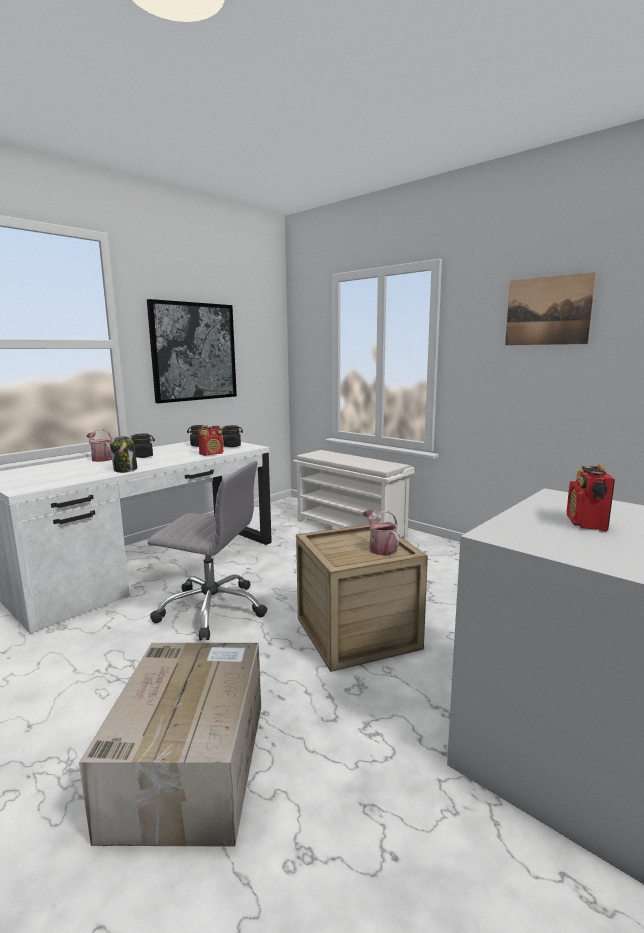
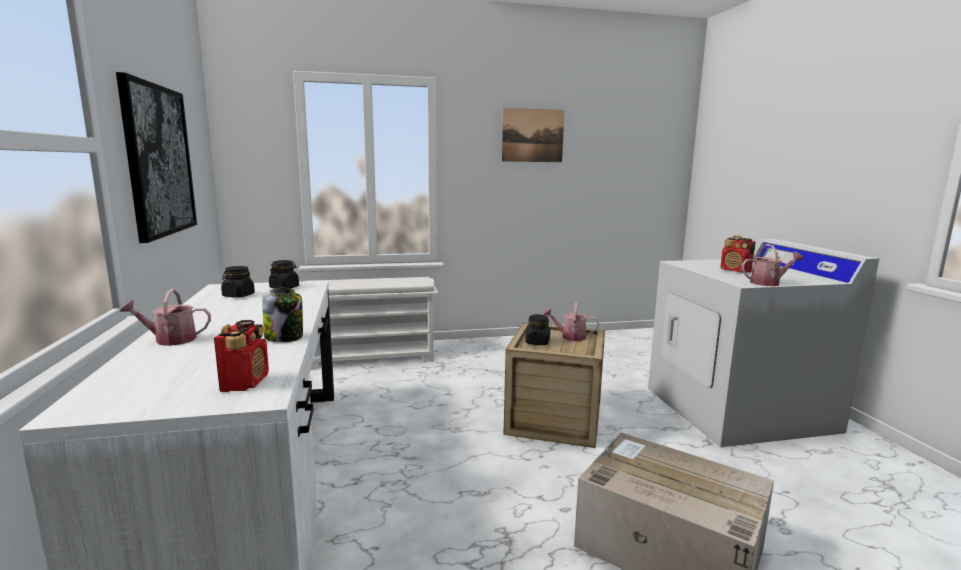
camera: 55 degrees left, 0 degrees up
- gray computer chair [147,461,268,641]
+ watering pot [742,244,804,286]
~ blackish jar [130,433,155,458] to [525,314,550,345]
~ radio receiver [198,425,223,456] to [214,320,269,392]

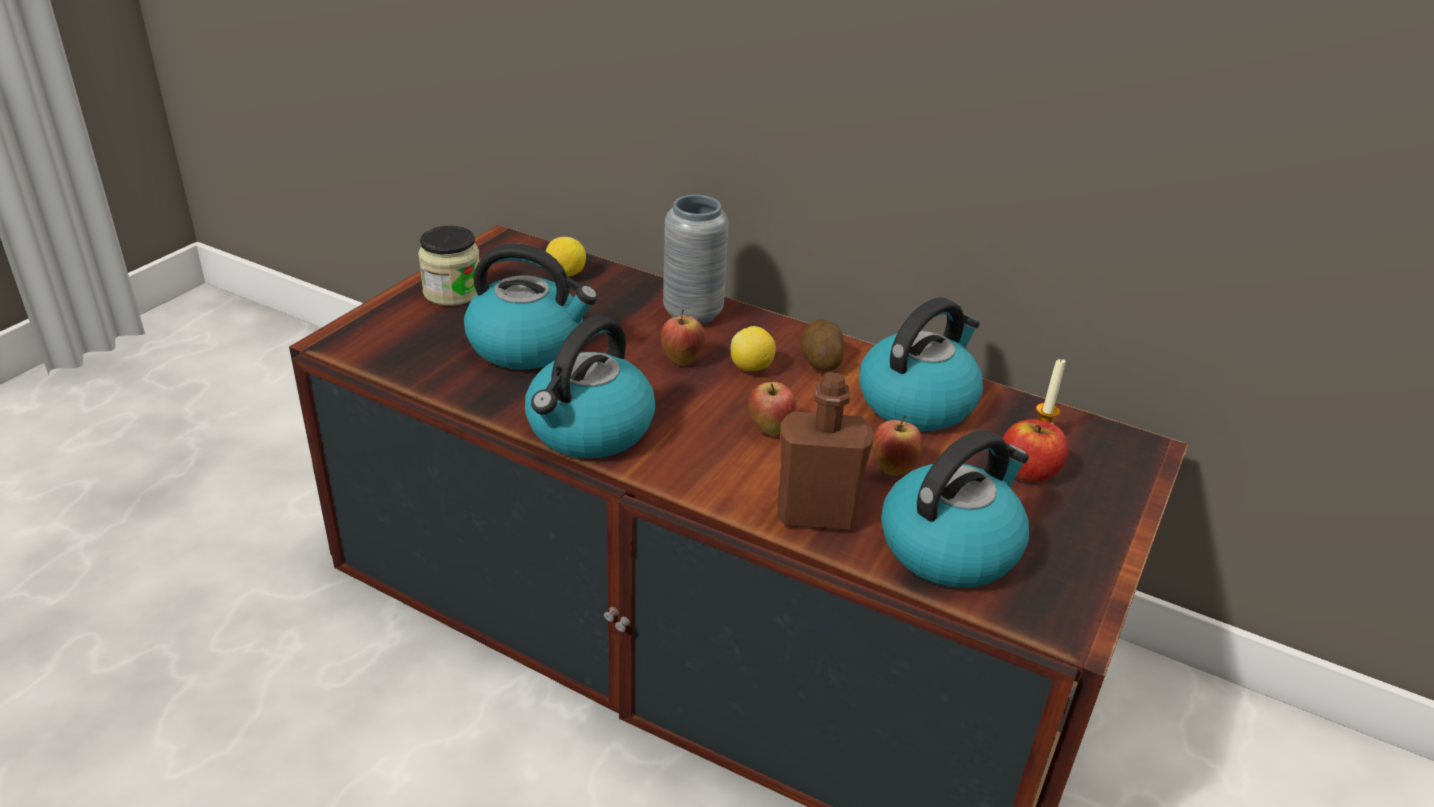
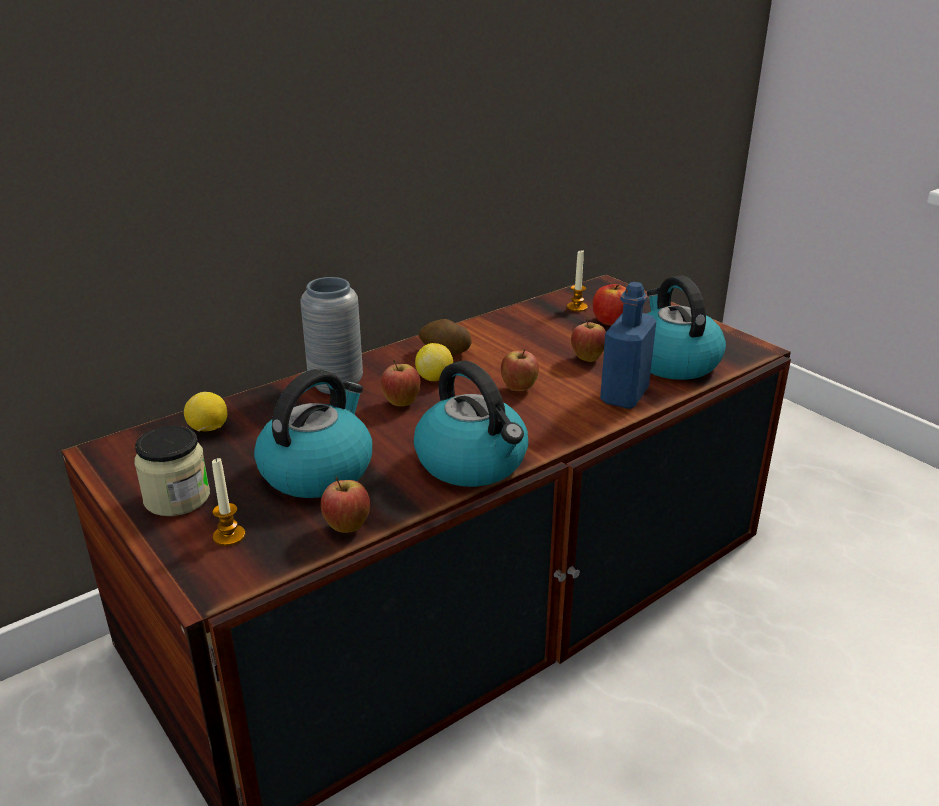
camera: 65 degrees left, 5 degrees down
- kettle [859,297,983,431]
+ wax light [212,458,245,546]
+ whole apple [321,477,370,533]
~ brown drink bottle [777,372,874,530] to blue drink bottle [600,282,656,409]

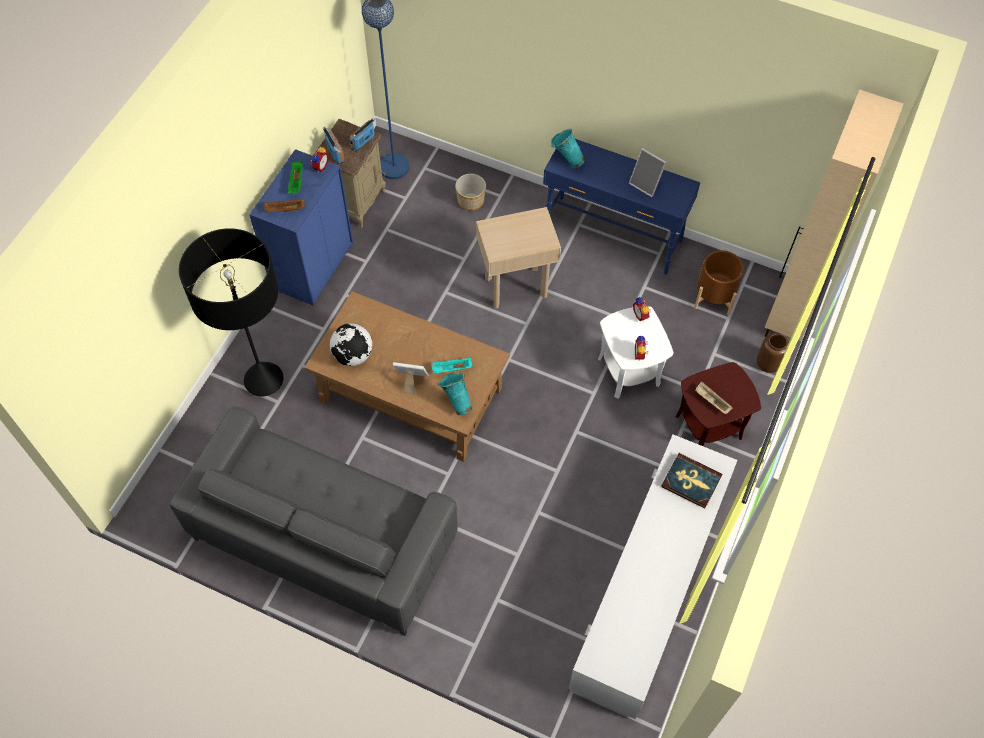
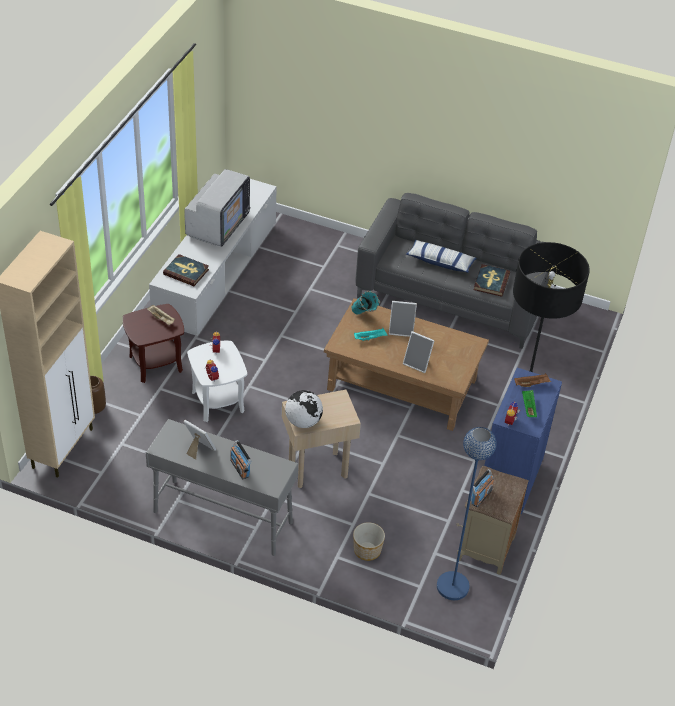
camera: 175 degrees right, 15 degrees down
- blue-green vase [551,129,585,168]
- brown flower pot [694,250,744,315]
+ TV set [184,169,251,247]
+ standing frame [403,331,435,373]
+ throw pillow [406,240,477,273]
+ book [474,264,510,297]
~ radio receiver [323,127,345,164] to [230,440,251,479]
~ globe [330,324,373,366] to [285,390,323,428]
~ blue hall table [543,139,700,275] to gray hall table [146,419,298,556]

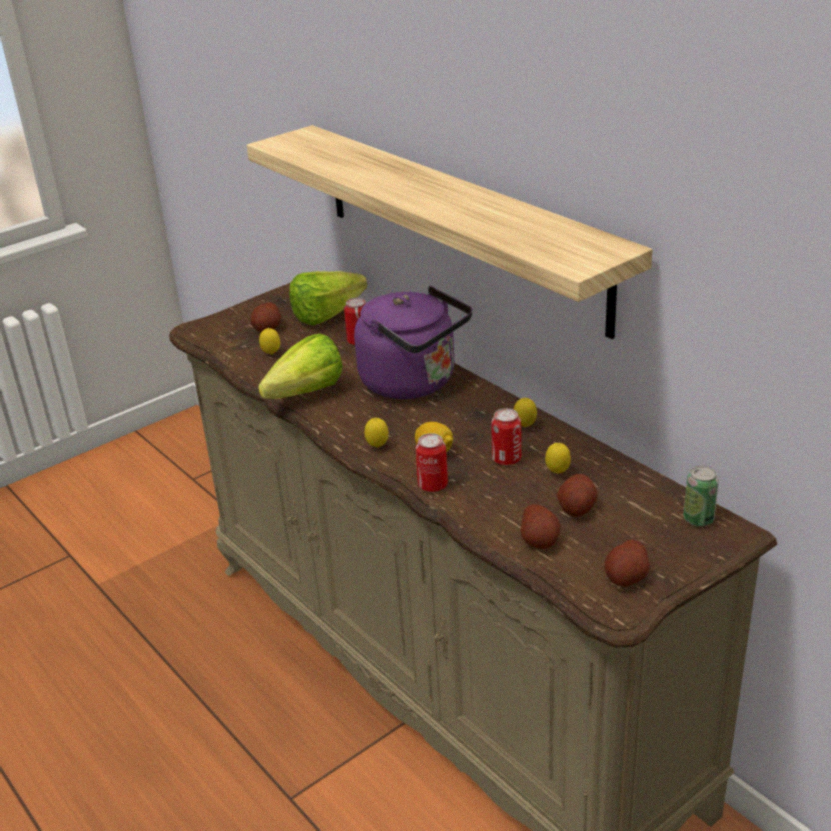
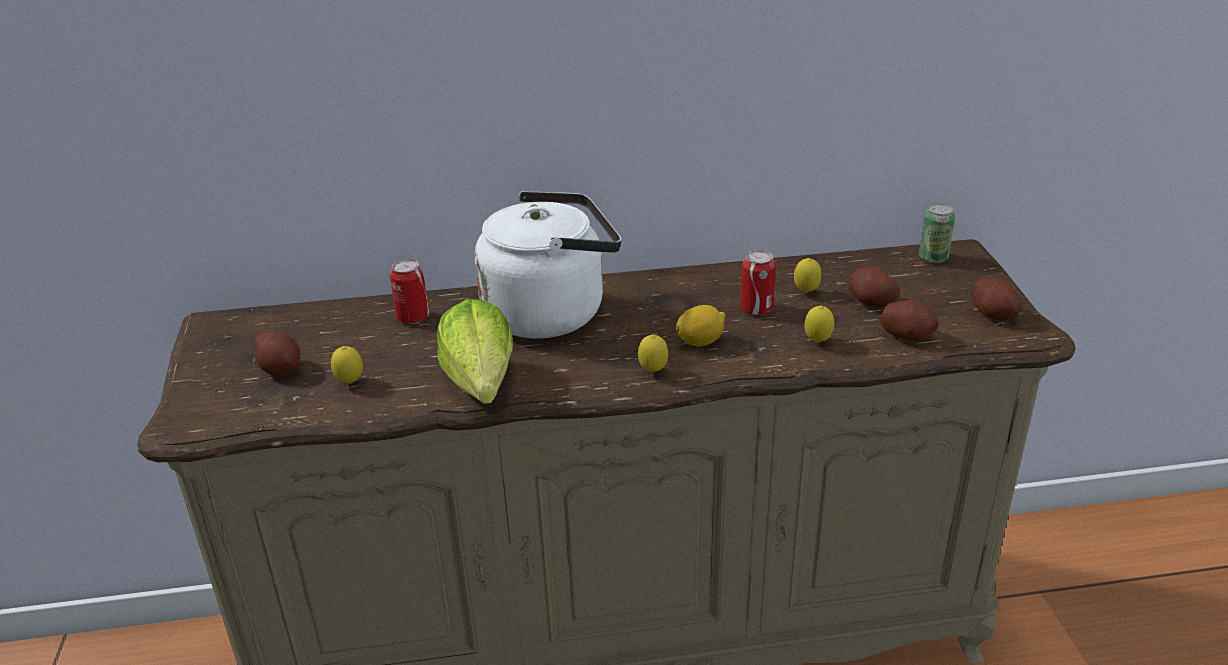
camera: 60 degrees left, 0 degrees up
- bracket shelf [247,125,652,339]
- lettuce [289,271,367,325]
- sealed can [416,433,448,492]
~ citrus fruit [513,398,537,427] to [804,306,834,343]
~ purplish kettle [354,286,472,399] to white kettle [475,191,621,338]

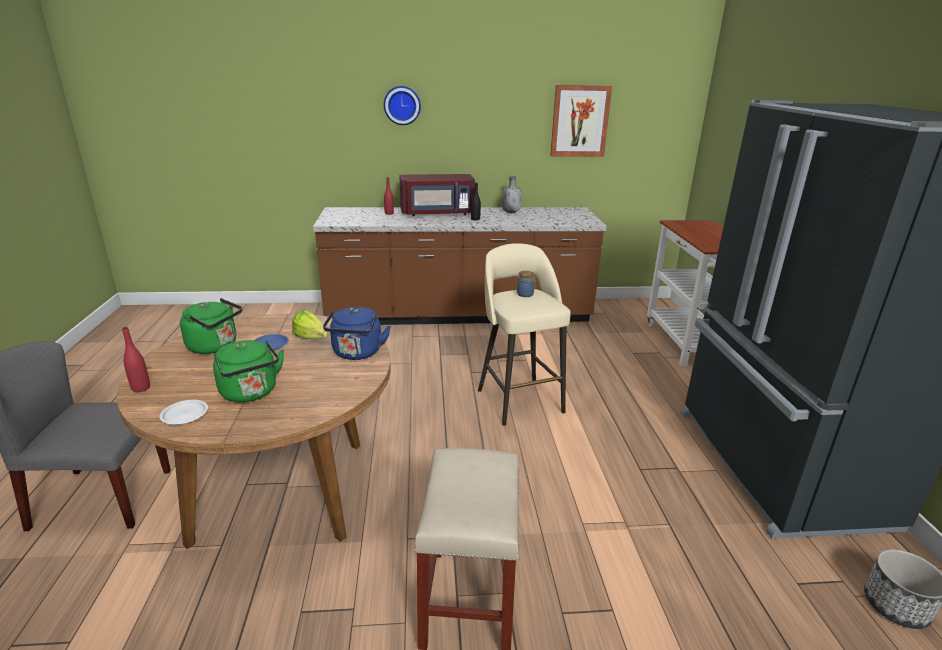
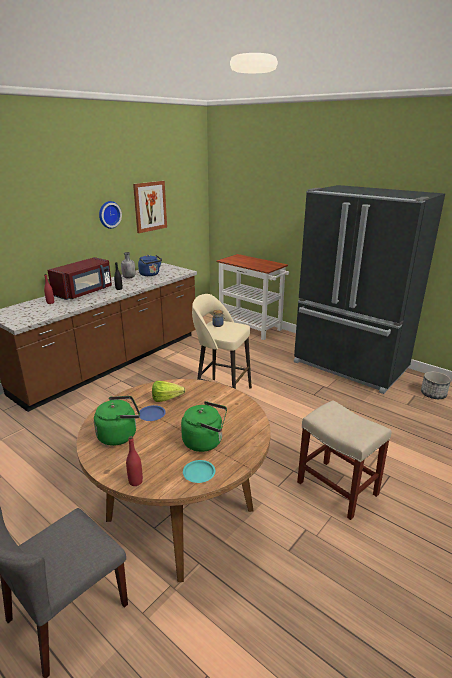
camera: 45 degrees left, 0 degrees up
~ blue kettle [323,307,391,360] to [138,255,162,276]
~ wall clock [384,86,421,125] to [99,201,122,229]
~ white flat dish [160,400,208,425] to blue-green flat dish [183,460,215,483]

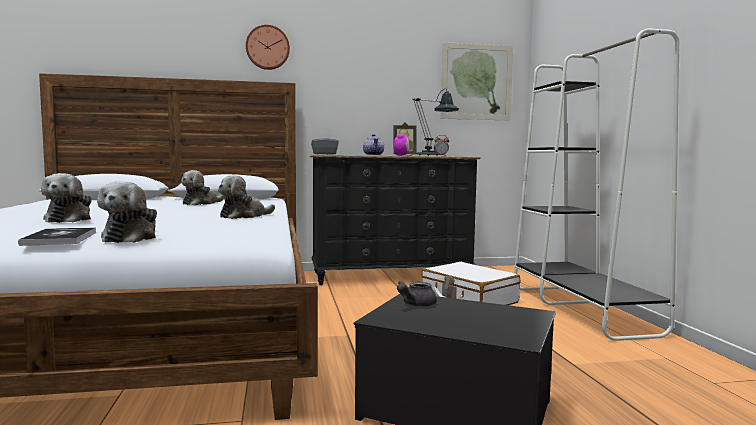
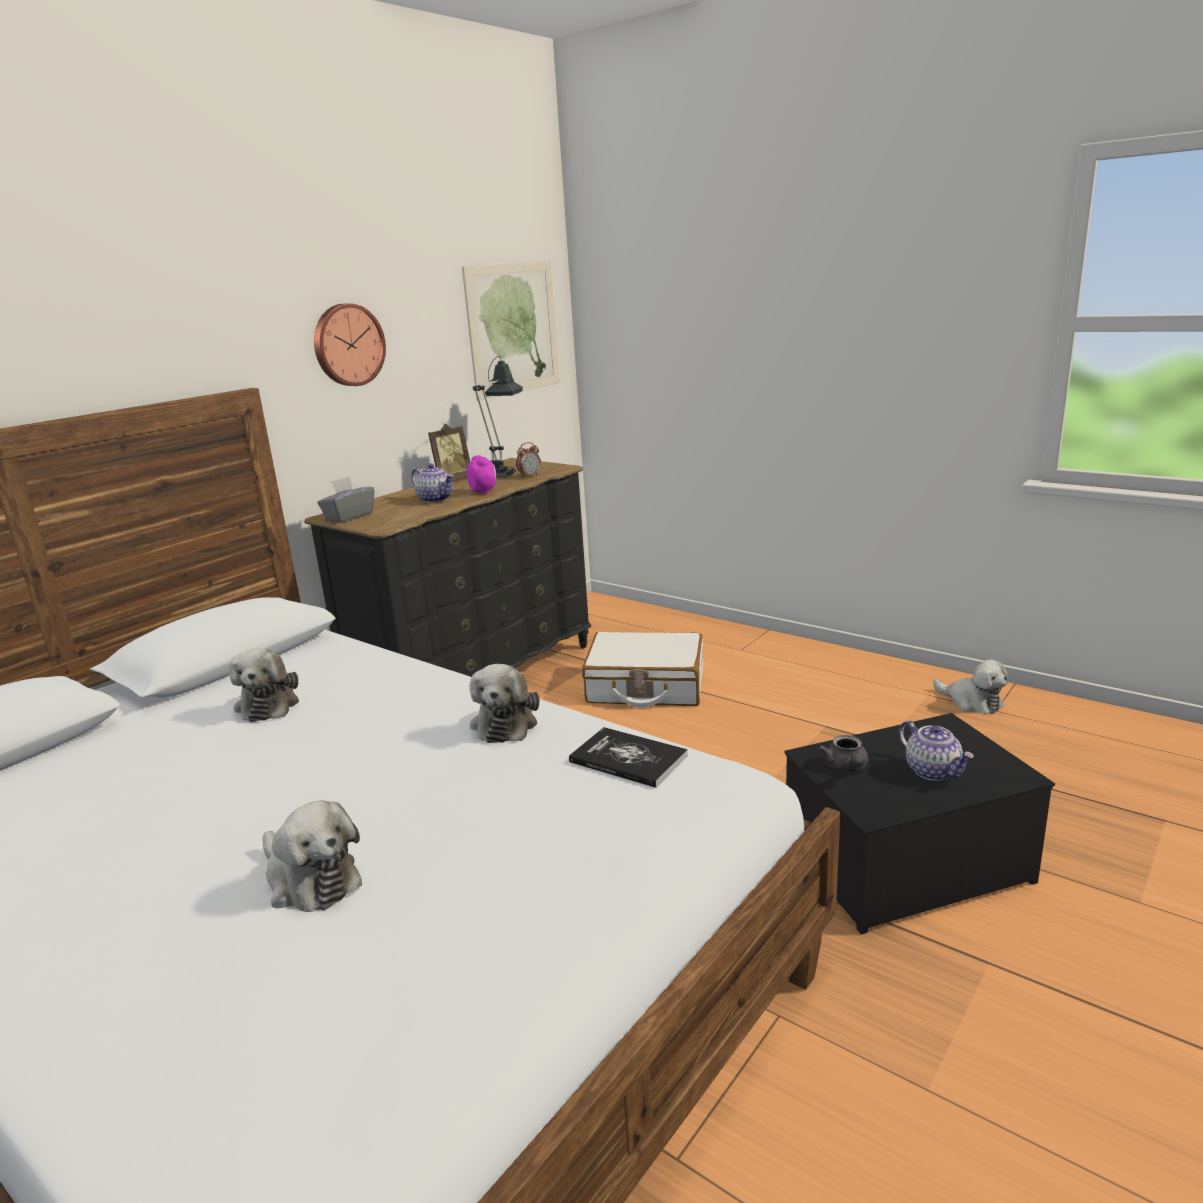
camera: 40 degrees left, 15 degrees up
- blackish garment rack [514,28,680,341]
+ tea pot [898,720,974,781]
~ book [18,227,96,246] to [569,727,688,788]
~ cuddly toy [97,181,157,243] to [933,660,1008,714]
~ wall clock [246,25,290,70] to [314,303,386,386]

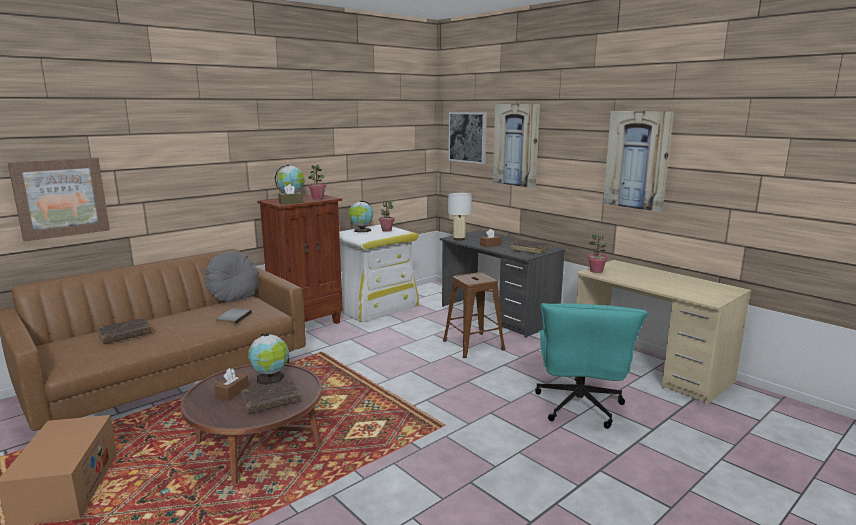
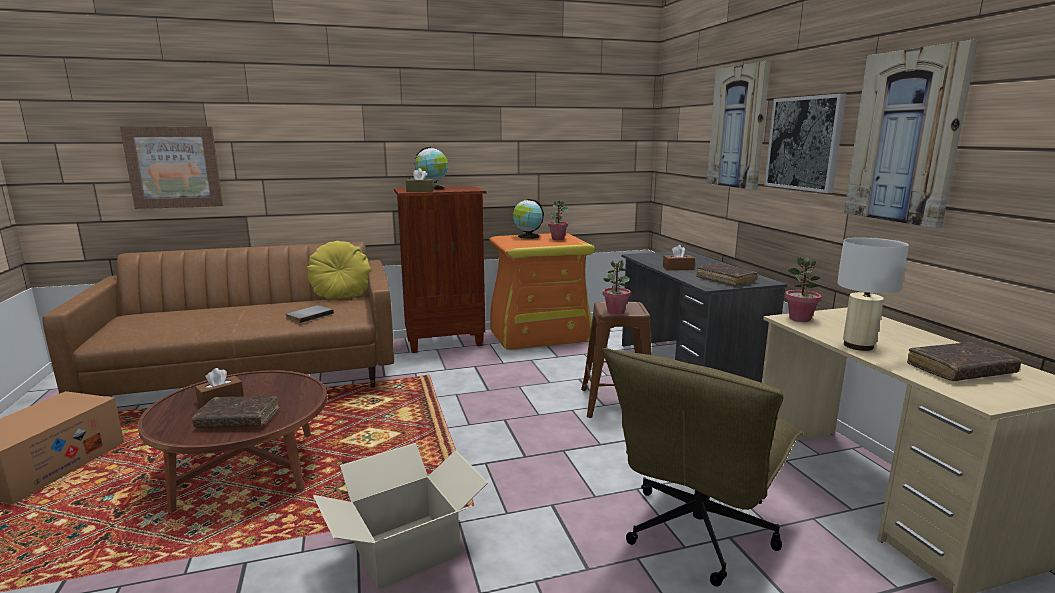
camera: 25 degrees right, 0 degrees up
- globe [248,333,289,385]
+ packing box [313,443,489,590]
~ brown book [97,318,152,344] to [907,342,1022,381]
~ potted plant [308,165,326,200] to [603,260,631,315]
~ wall art [448,112,487,164] to [764,93,847,193]
~ white table lamp [448,193,472,241] to [837,237,909,351]
~ gray throw pillow [204,251,259,302] to yellow throw pillow [307,241,372,300]
~ white bedside table [339,225,419,322] to orange-coloured bedside table [489,233,595,350]
~ blue-green computer chair [535,303,649,429] to beige computer chair [602,348,803,587]

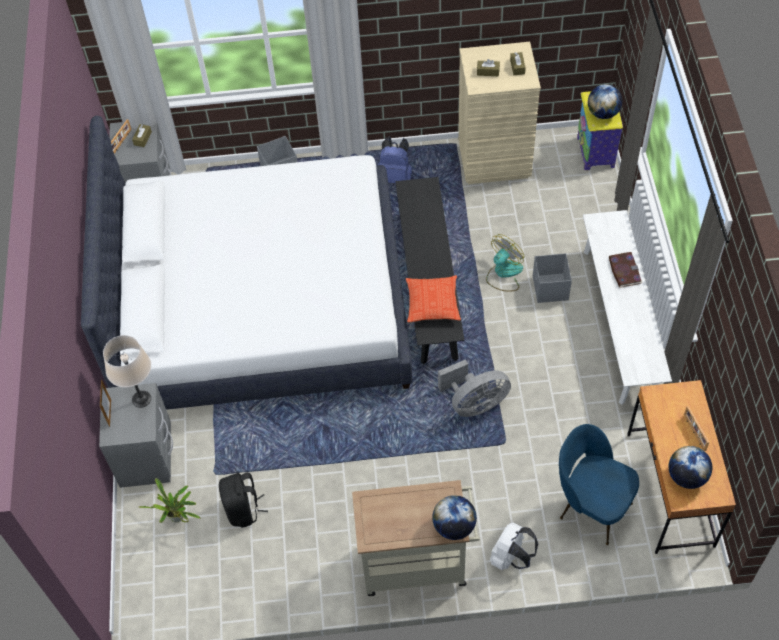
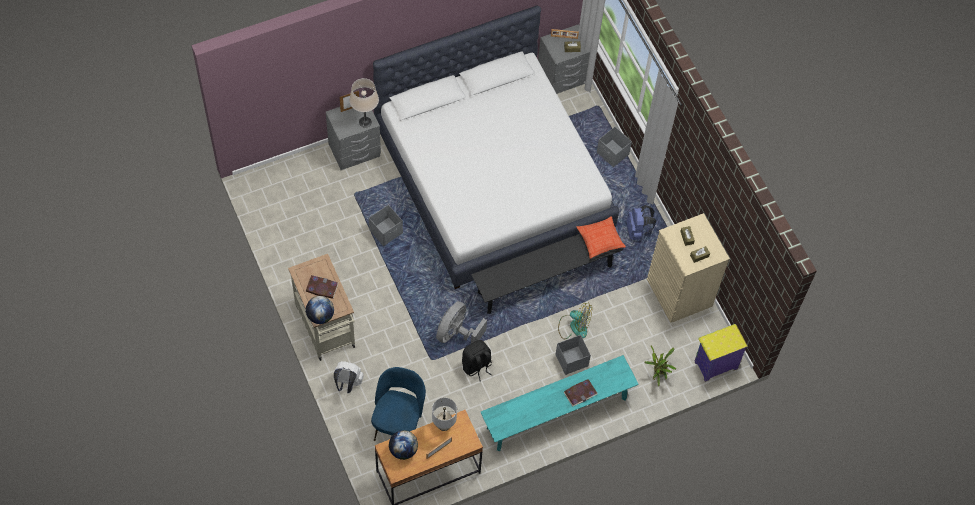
camera: 65 degrees right, 5 degrees up
- globe [588,84,622,119]
+ book [306,275,338,299]
+ gray storage box [369,205,403,246]
+ white table lamp [432,398,457,431]
~ potted plant [139,478,201,523] to [645,345,676,386]
~ blackish knapsack [219,472,268,528] to [462,340,492,382]
~ orange-coloured throw pillow [406,275,461,322] to [577,216,626,259]
~ white indoor bench [583,210,672,405] to blue-green indoor bench [481,355,639,451]
~ gray electric fan [438,359,511,417] = [436,301,487,344] 75 degrees clockwise

